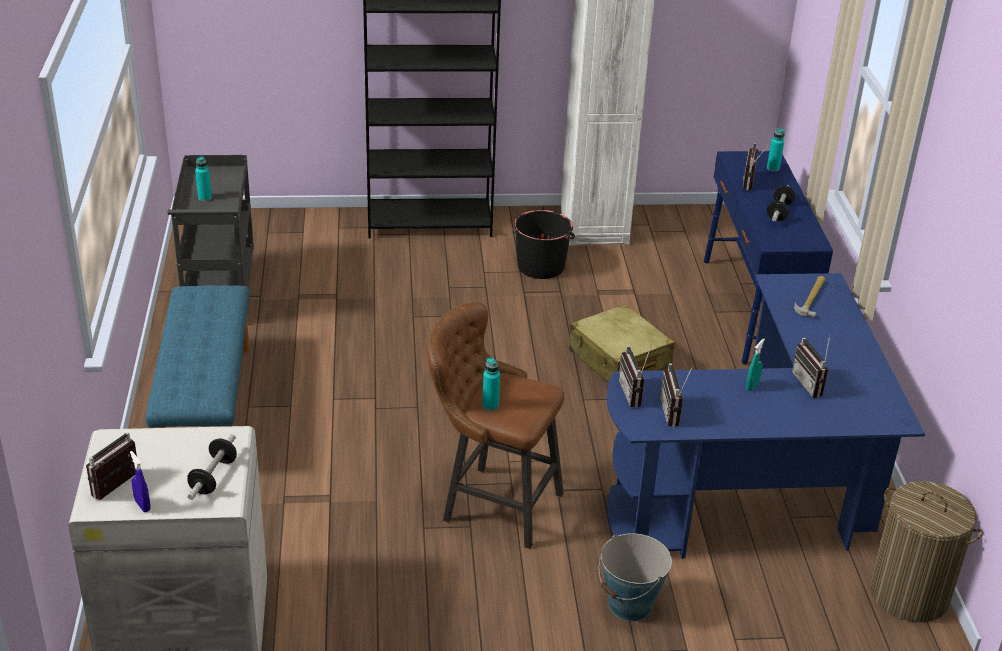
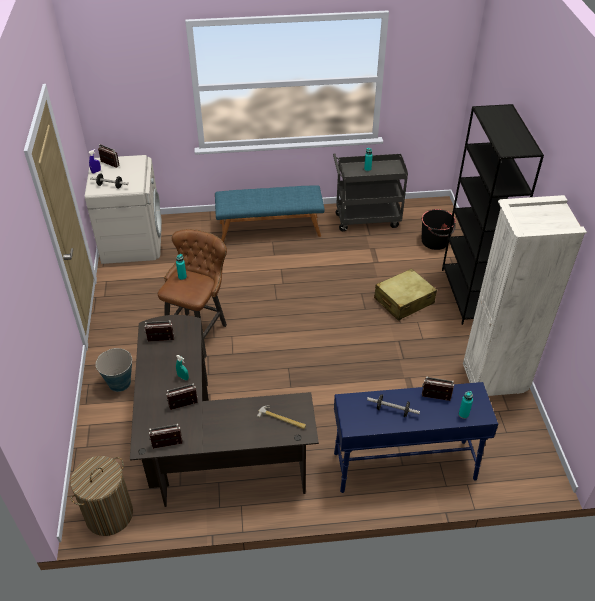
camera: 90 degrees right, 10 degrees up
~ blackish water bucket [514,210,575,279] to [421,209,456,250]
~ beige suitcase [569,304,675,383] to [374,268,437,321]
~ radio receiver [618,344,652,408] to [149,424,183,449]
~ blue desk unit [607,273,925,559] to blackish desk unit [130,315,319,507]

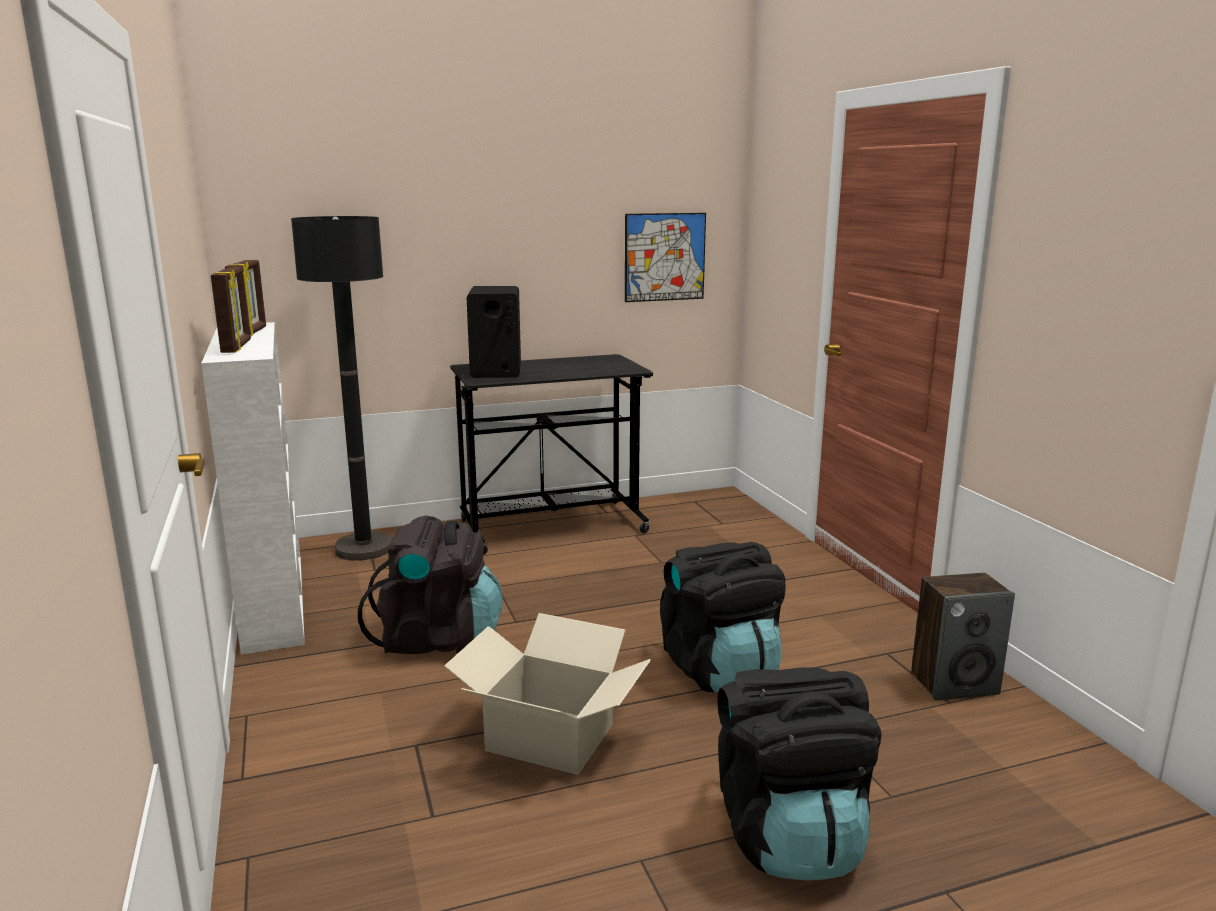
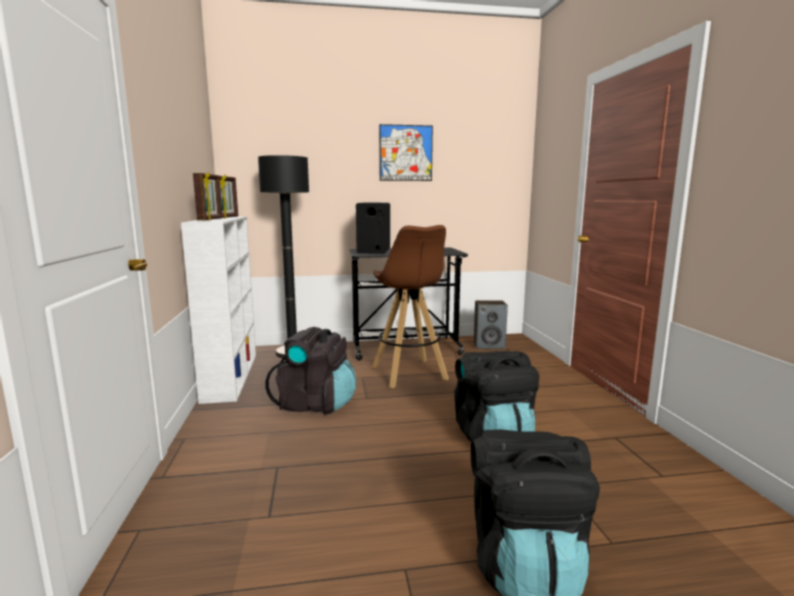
camera: 10 degrees right, 5 degrees down
- packing box [444,613,651,775]
+ brown stool [372,225,449,388]
~ wall art [625,213,706,302] to [379,124,433,181]
~ audio speaker [911,573,1015,700] to [474,300,508,349]

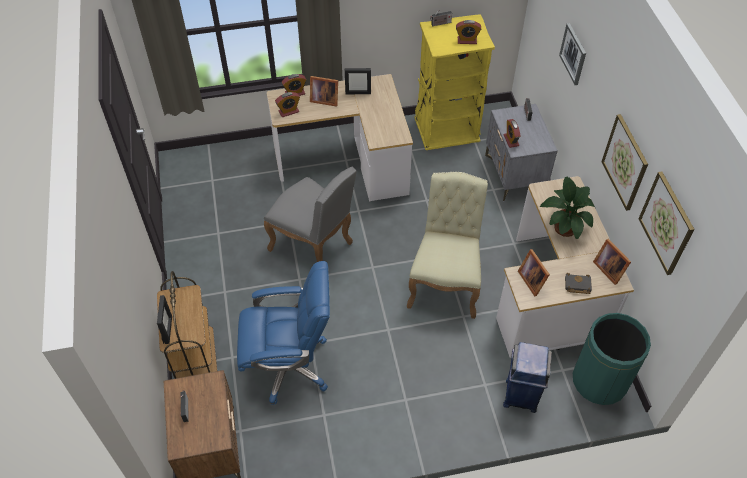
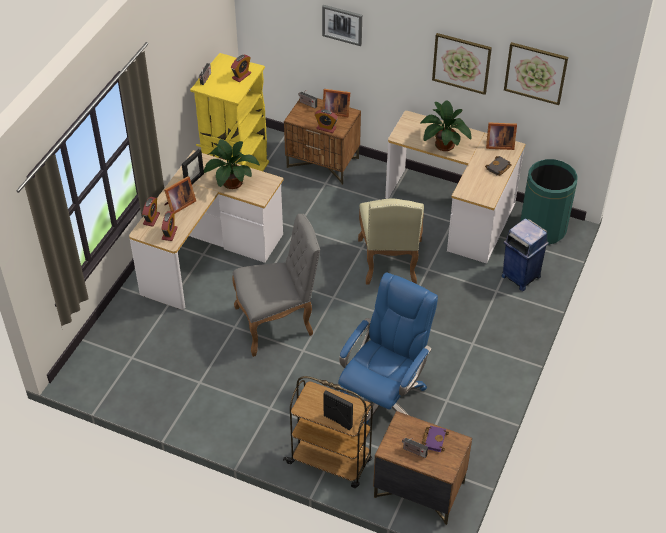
camera: 55 degrees left, 5 degrees down
+ potted plant [204,139,260,189]
+ purplish book [422,426,449,452]
~ standing frame [518,249,550,296] to [323,89,350,117]
~ gray bedside table [485,104,558,201] to brown bedside table [284,98,361,185]
~ beige plain chair [407,172,488,319] = [358,199,424,284] 135 degrees counterclockwise

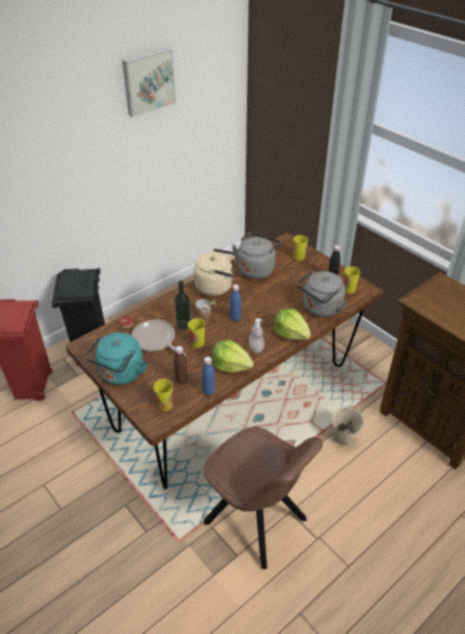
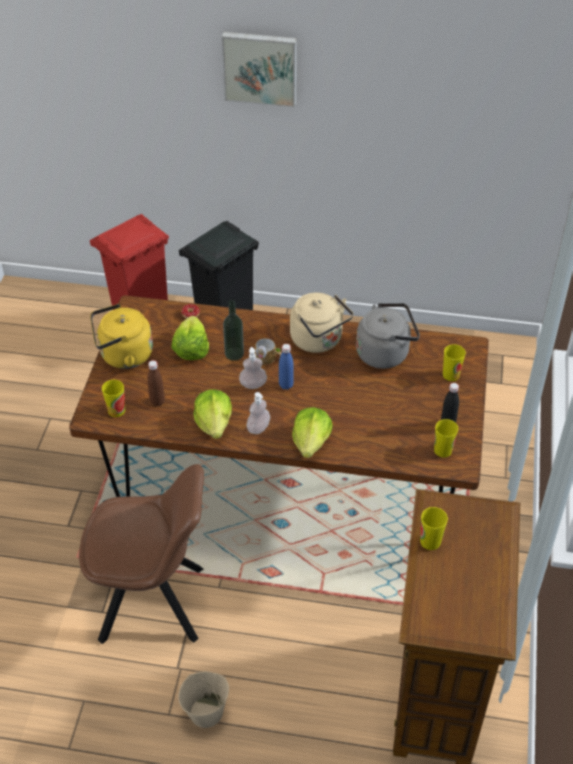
camera: 50 degrees right, 5 degrees up
- blue drink bottle [202,356,215,395]
- gray kettle [297,270,348,317]
+ soap dispenser [239,347,267,389]
~ wall art [122,48,176,117] to [222,32,297,108]
~ drinking cup [188,319,205,348] to [420,507,448,550]
~ beige water bucket [332,407,364,446] to [178,671,229,728]
~ skillet [131,320,186,356] to lettuce [172,316,209,360]
~ blue-green kettle [85,332,147,385] to yellow kettle [90,304,153,369]
~ brown plain chair [204,427,323,569] = [79,464,204,644] 90 degrees counterclockwise

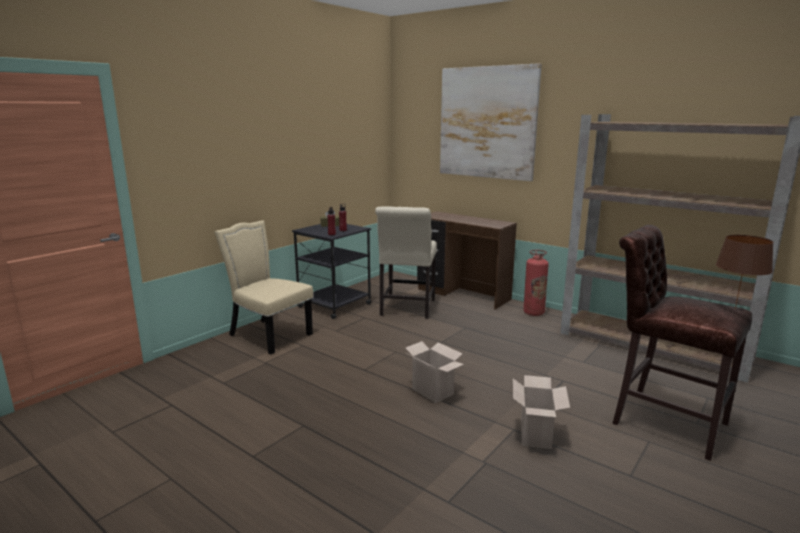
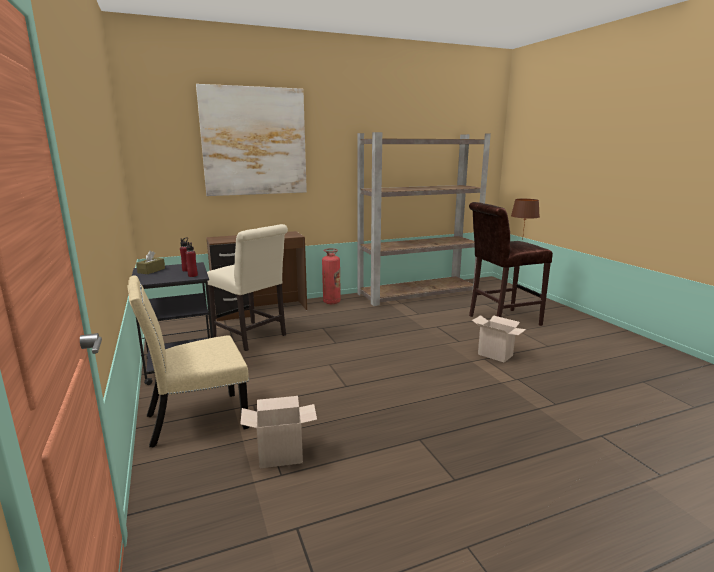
camera: 60 degrees left, 0 degrees up
~ packing box [406,341,464,403] to [240,396,317,468]

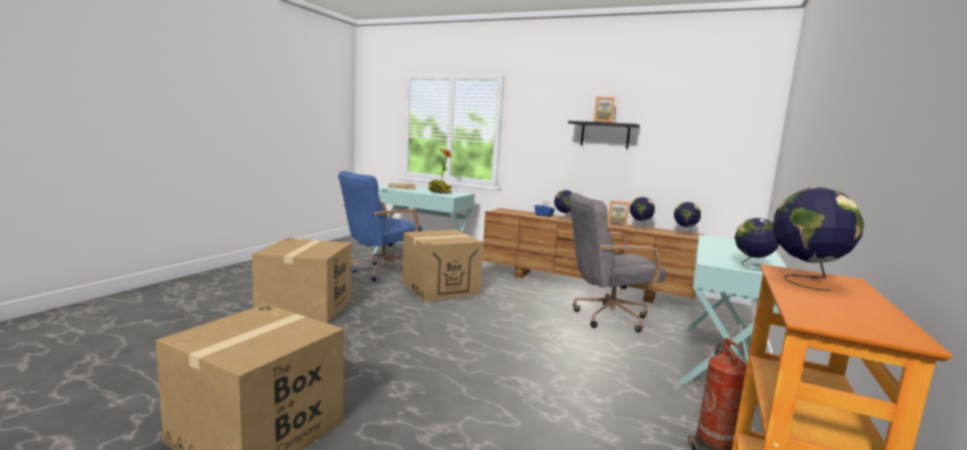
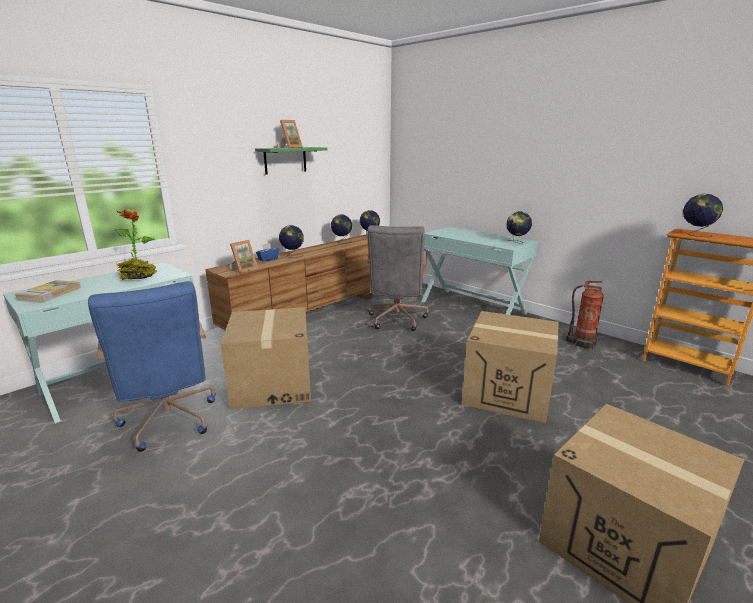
camera: 70 degrees left, 10 degrees up
~ packing box [252,238,351,323] to [462,311,559,423]
~ standing frame [607,201,630,230] to [229,240,258,273]
~ blackish bracket shelf [568,121,640,149] to greenish bracket shelf [255,147,327,174]

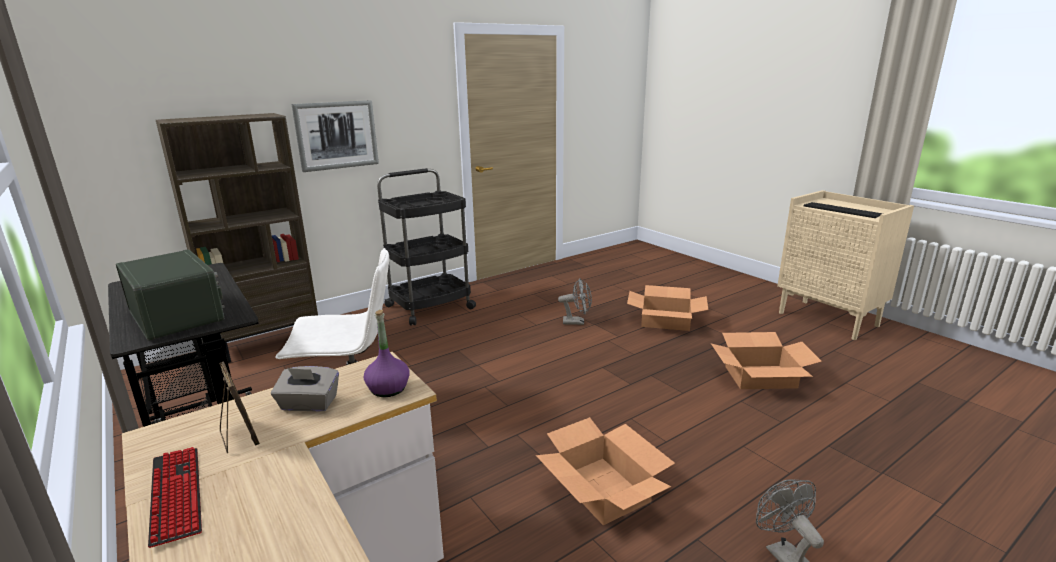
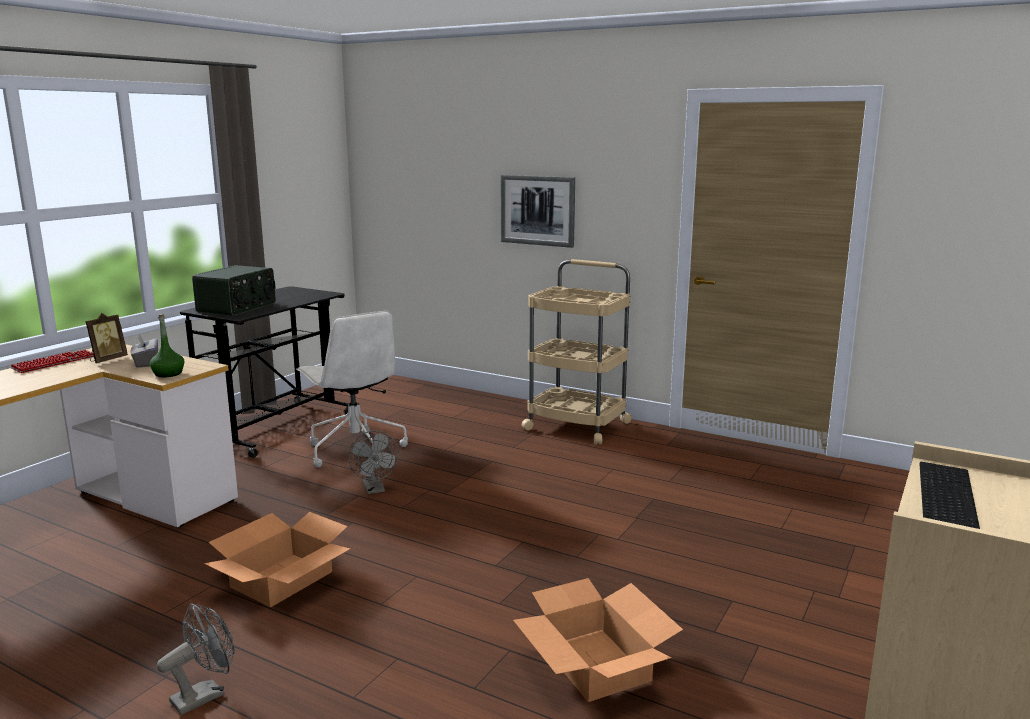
camera: 65 degrees right, 5 degrees down
- brown shelving unit [156,113,318,363]
- packing box [627,285,708,331]
~ gray electric fan [558,278,592,325] to [348,431,399,494]
~ purplish drink bottle [364,310,410,397] to greenish drink bottle [150,314,184,377]
~ blackish cart [377,168,476,325] to beige cart [522,259,632,445]

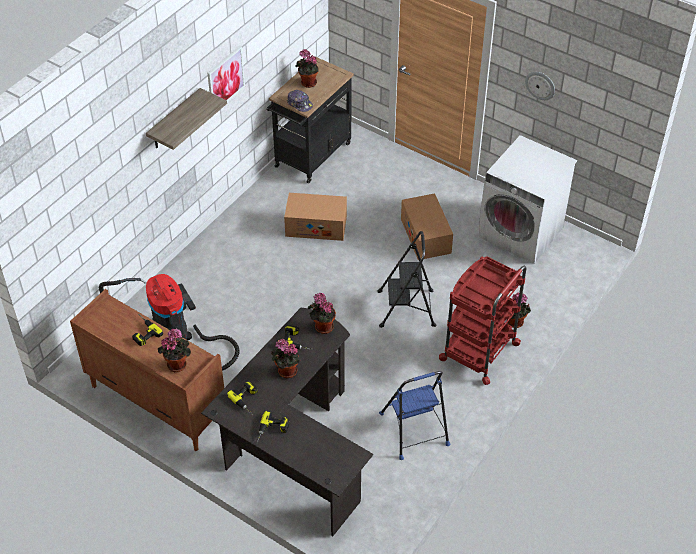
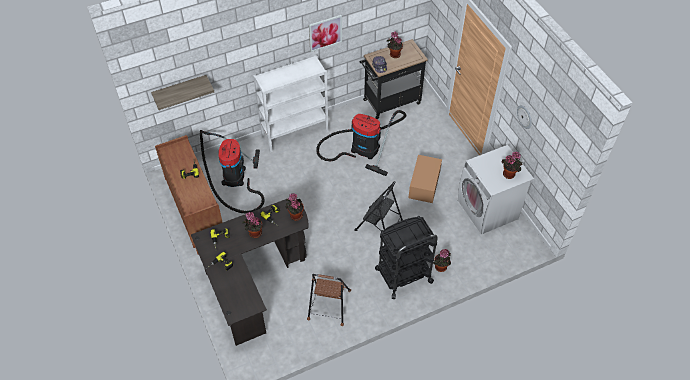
camera: 30 degrees right, 5 degrees up
+ white shelving unit [253,55,329,152]
~ bracket shelf [146,88,227,150] to [151,75,214,110]
~ potted plant [158,328,191,372] to [502,151,522,179]
~ packing box [284,193,347,241] to vacuum [316,110,406,176]
~ blue step stool [379,371,450,460] to brown step stool [307,274,351,326]
~ red-coloured cart [439,256,526,385] to blackish cart [375,216,438,299]

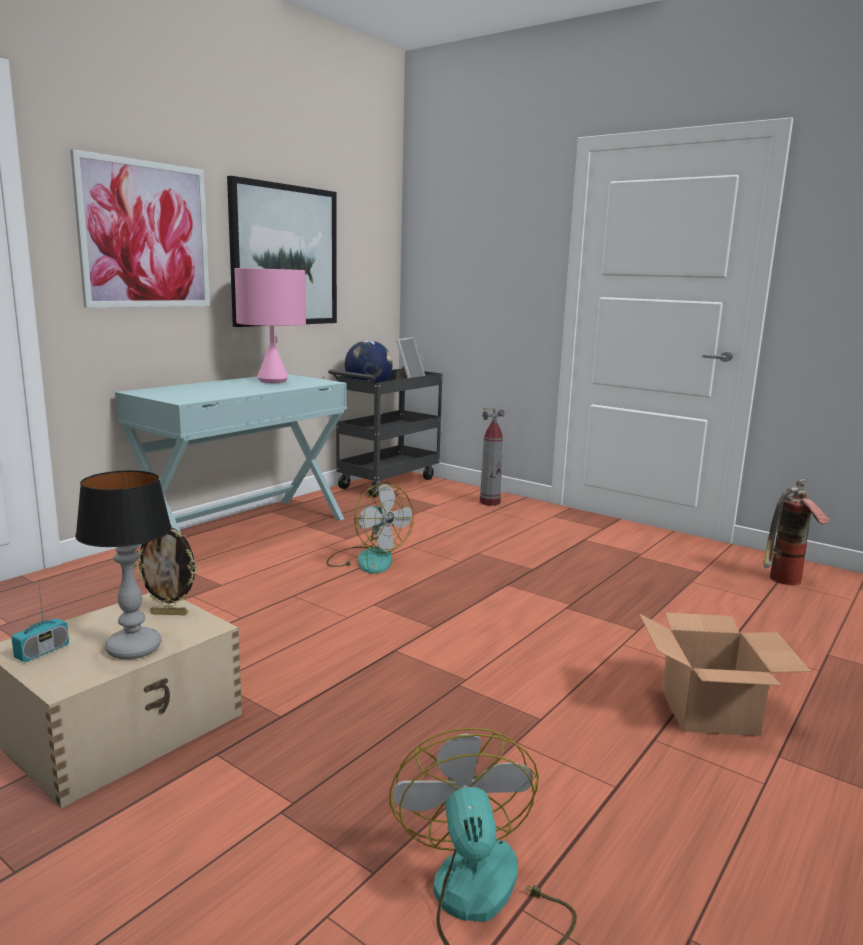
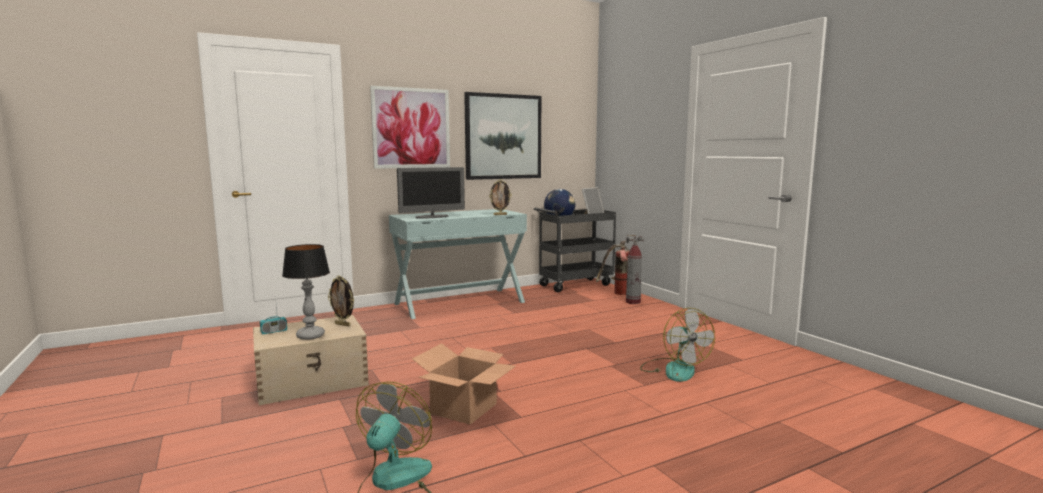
camera: 25 degrees right, 5 degrees down
- pink-coloured table lamp [234,268,306,383]
+ computer display [397,167,465,219]
+ standing frame [489,179,512,215]
~ electric fan [326,482,414,574] to [640,308,715,382]
~ packing box [639,613,811,736] to [412,343,516,425]
~ fire-fighting cylinder [763,478,829,585] to [596,240,630,295]

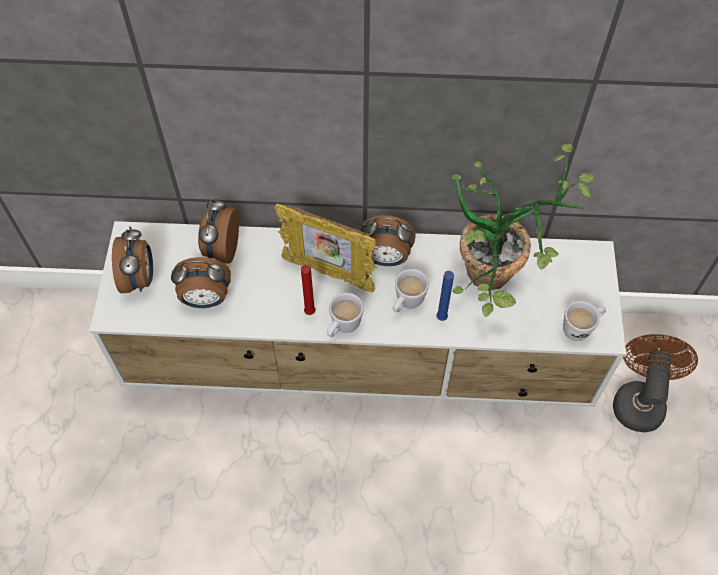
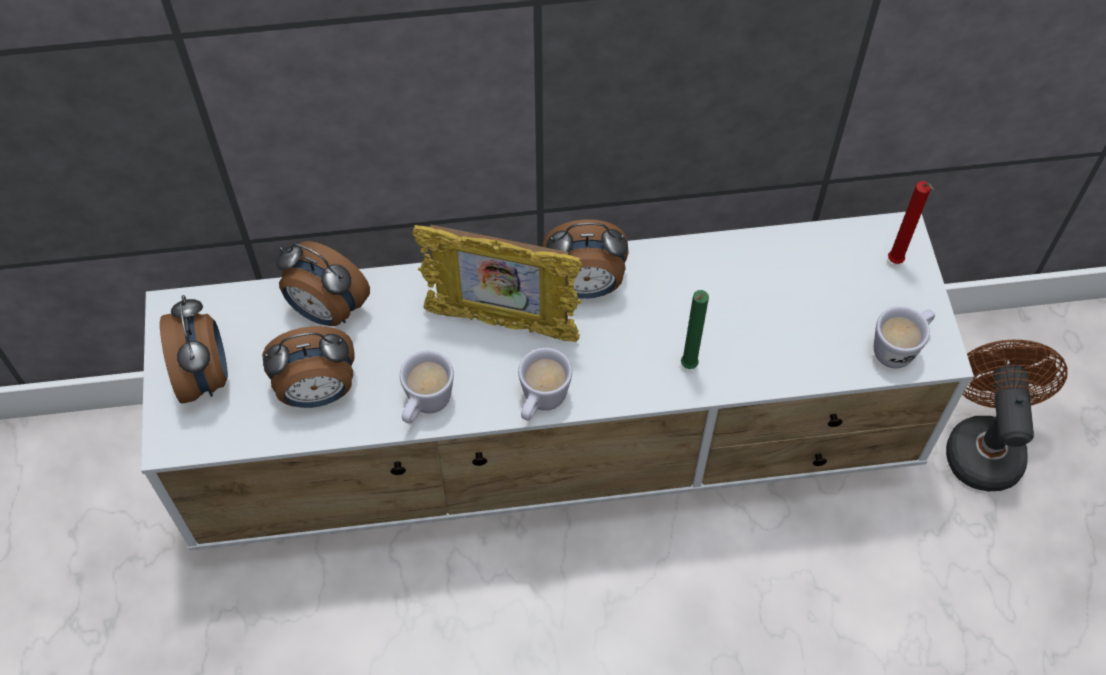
camera: 10 degrees left, 0 degrees up
- potted plant [452,143,594,317]
~ red-coloured wax light [301,265,316,315] to [888,181,934,264]
~ white tea mug [393,269,429,312] to [400,351,454,424]
~ blue wax light [436,271,454,321] to greenish wax light [681,290,709,369]
~ alarm clock [198,197,239,264] = [276,241,370,326] 60 degrees counterclockwise

